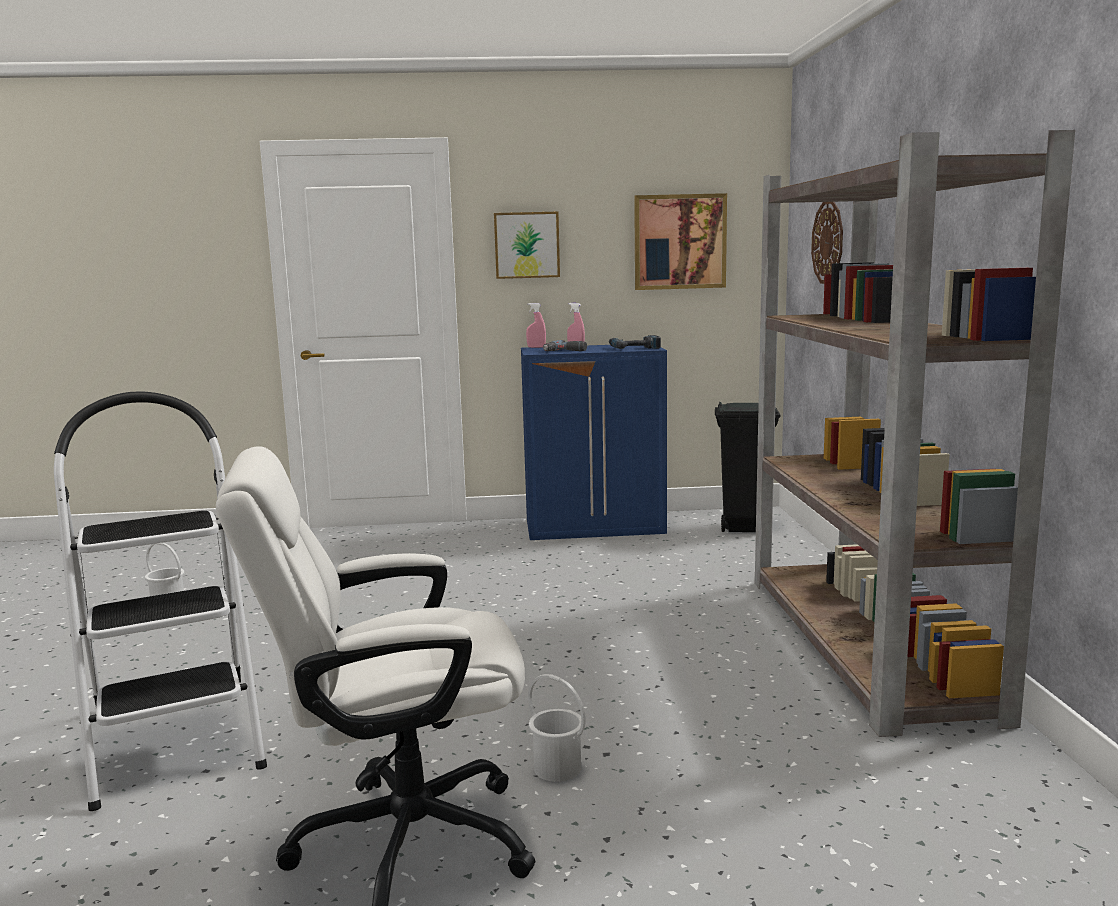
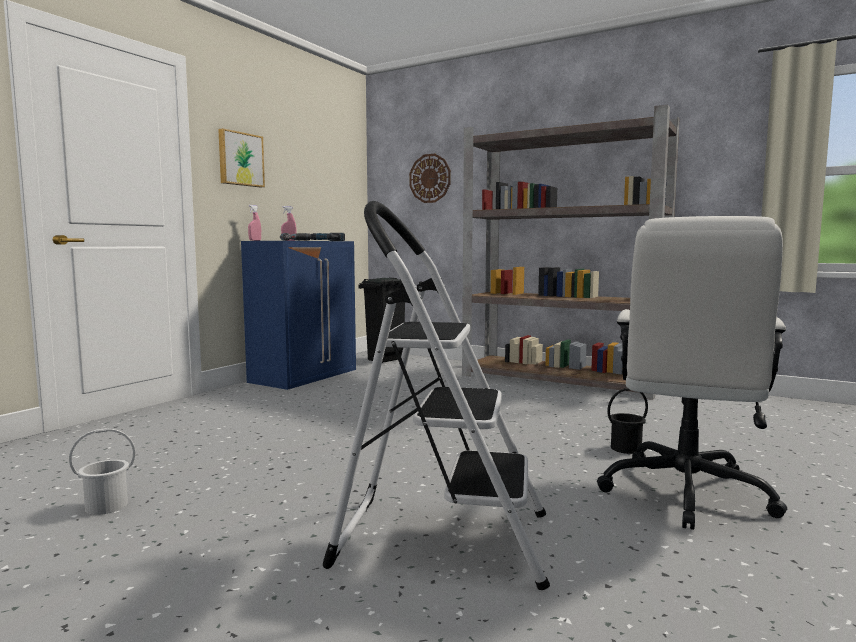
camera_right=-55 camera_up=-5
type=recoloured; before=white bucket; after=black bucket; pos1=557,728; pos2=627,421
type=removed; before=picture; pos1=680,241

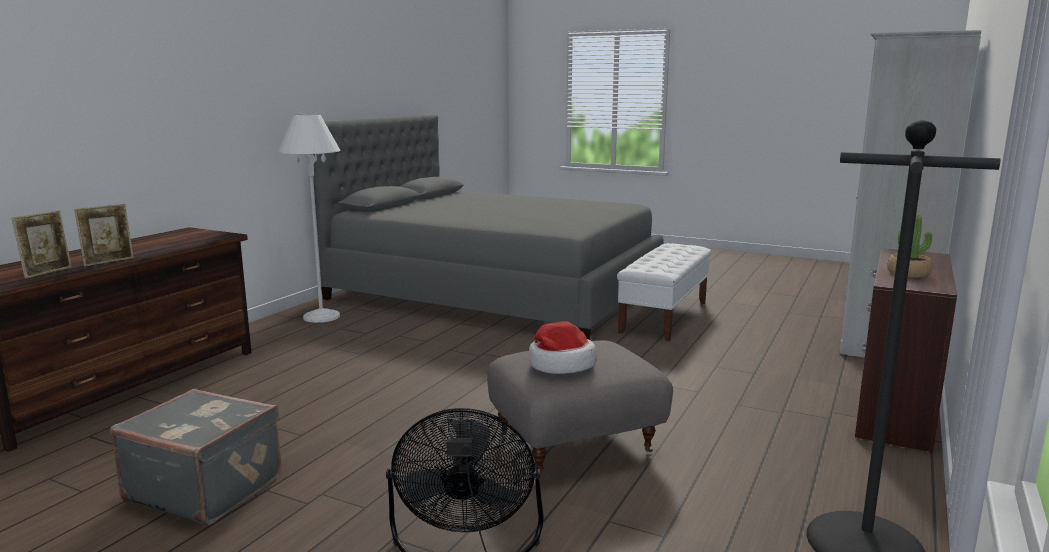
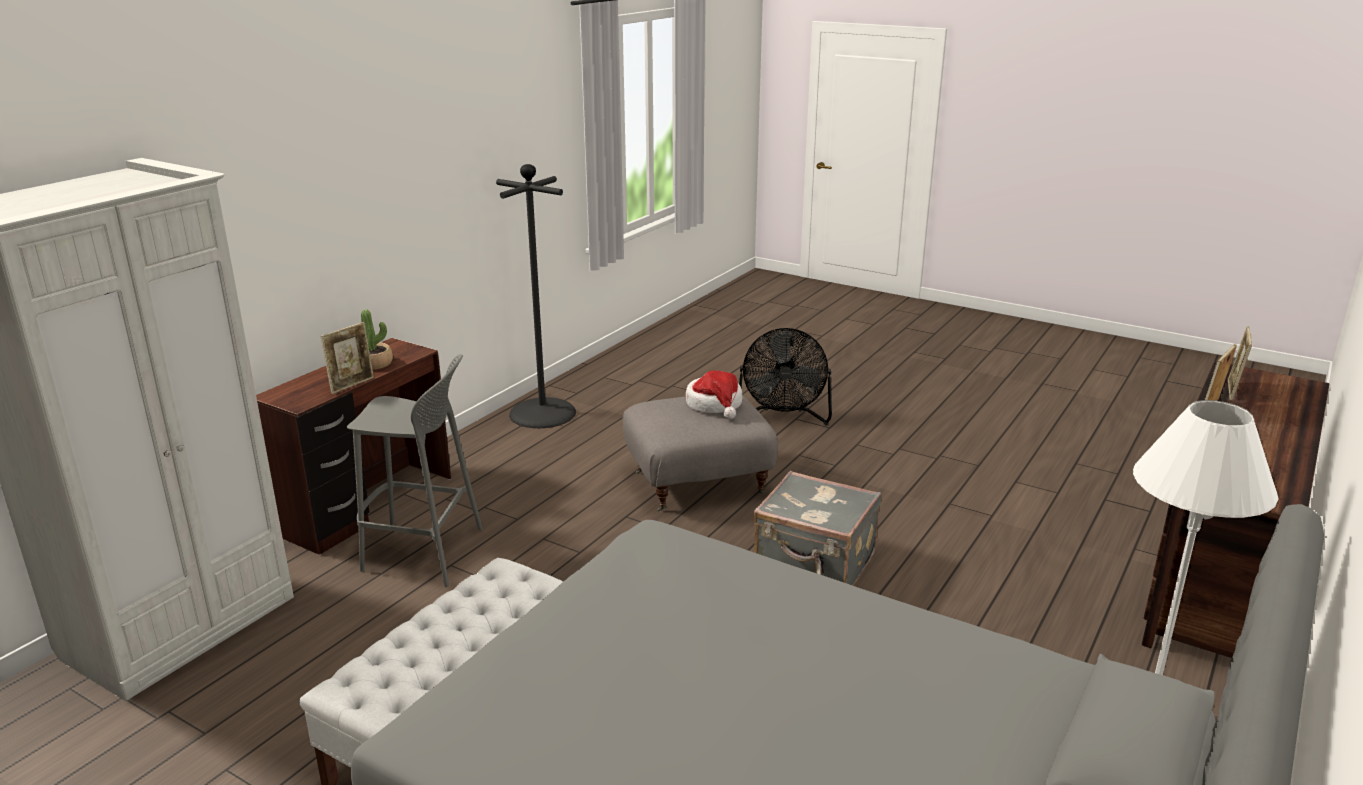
camera_right=-175 camera_up=10
type=moved; before=grey suitcase; pos1=195,457; pos2=817,528
type=added; after=picture frame; pos2=347,358
type=added; after=grey stool; pos2=415,470

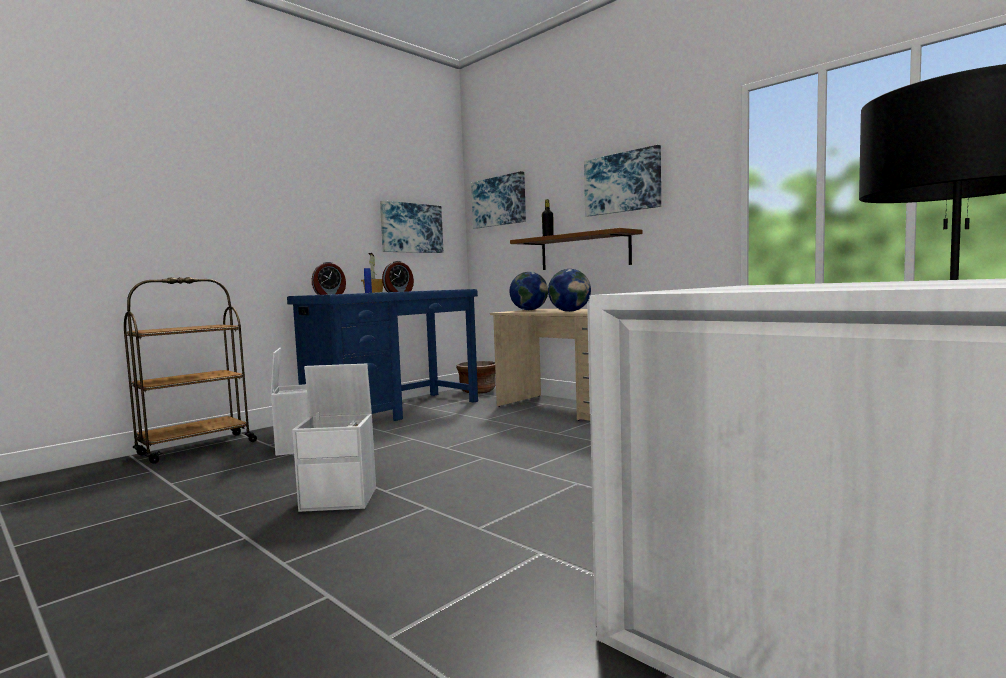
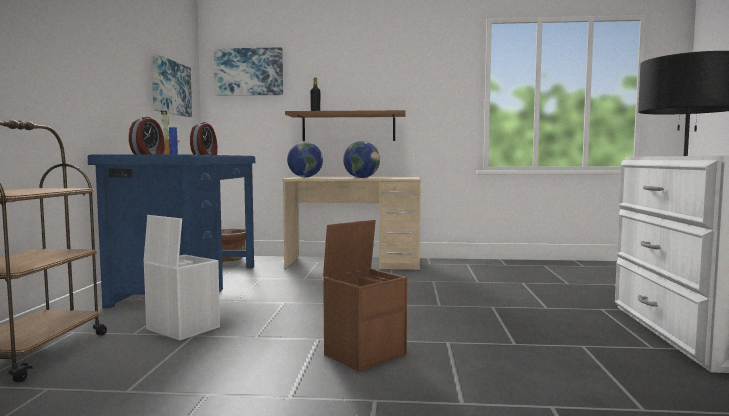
camera_right=-40 camera_up=0
type=recoloured; before=white storage box; after=brown storage box; pos1=334,438; pos2=365,296
type=removed; before=picture; pos1=622,180

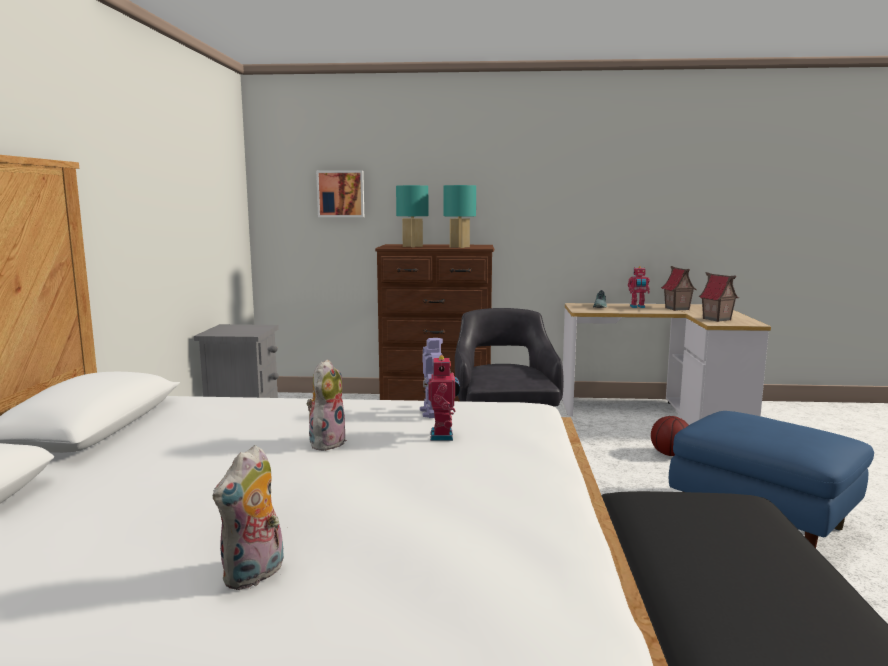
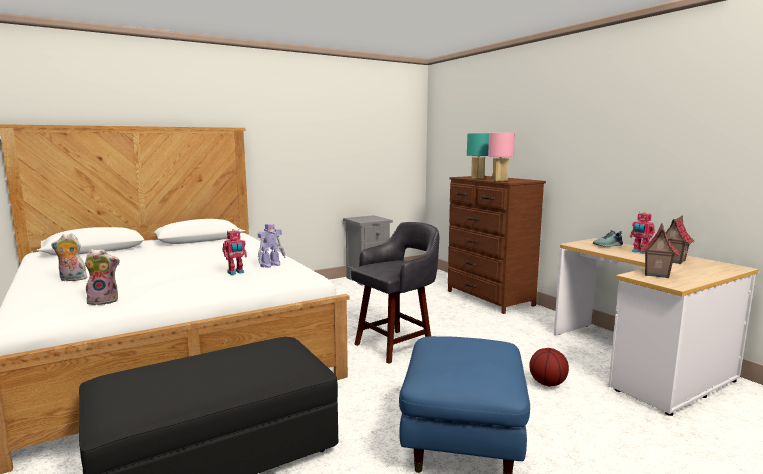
camera_right=55 camera_up=0
type=moved; before=plush toy; pos1=327,405; pos2=102,277
type=removed; before=picture; pos1=340,193
type=recoloured; before=turquoise table lamp; after=pink table lamp; pos1=460,216; pos2=501,157

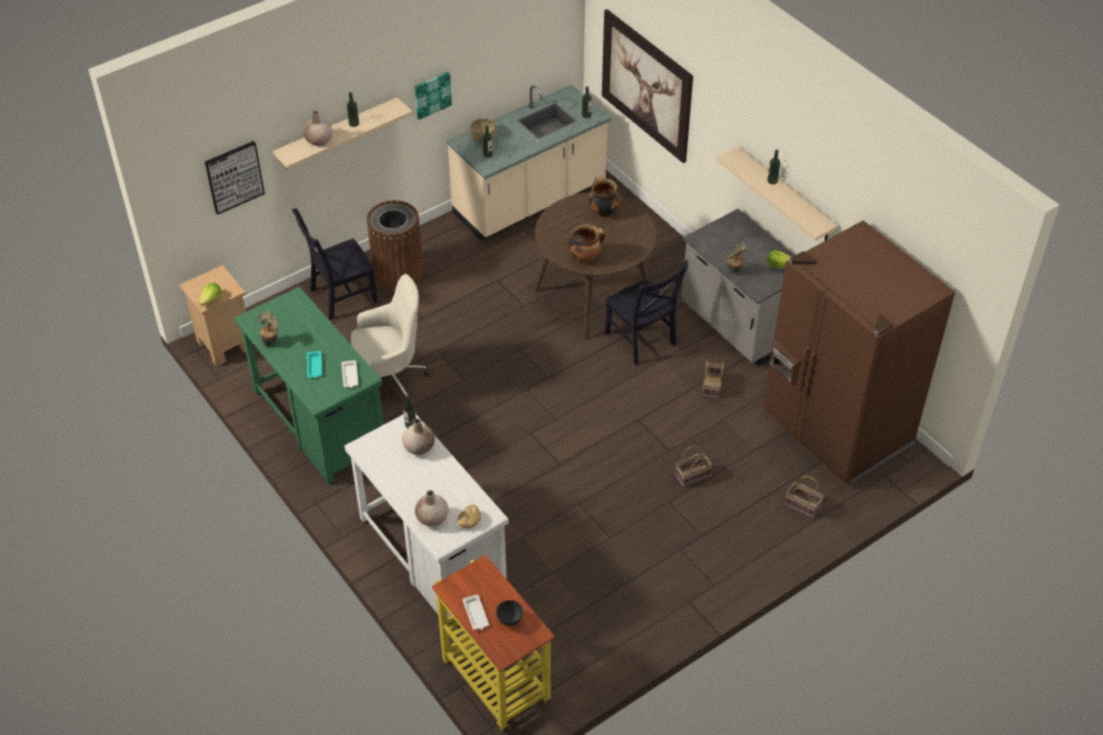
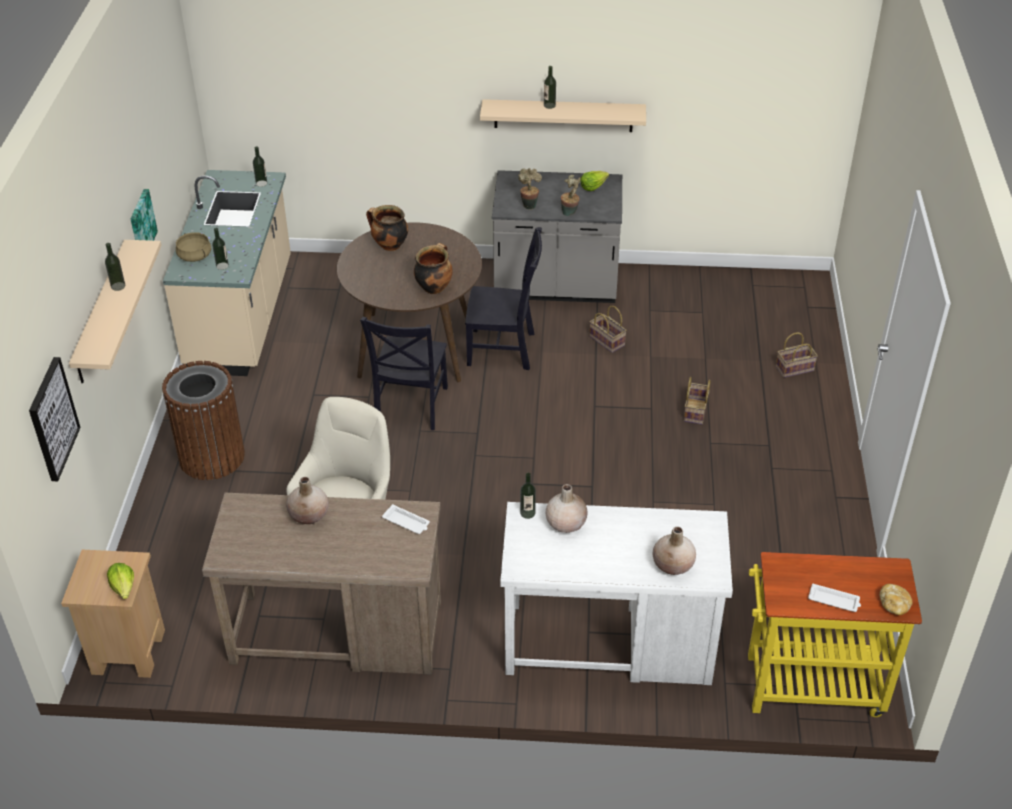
camera_right=-50 camera_up=-5
type=recoloured; before=green desk; after=brown desk; pos1=309,385; pos2=321,584
type=moved; before=potted plant; pos1=268,329; pos2=530,189
type=moved; before=black chair; pos1=335,264; pos2=404,373
type=moved; before=beige vase; pos1=317,128; pos2=307,500
type=removed; before=turquoise tray; pos1=315,364
type=moved; before=bread; pos1=469,516; pos2=896,599
type=removed; before=grey bowl; pos1=509,613
type=removed; before=picture; pos1=647,86
type=removed; before=brown fridge; pos1=859,352

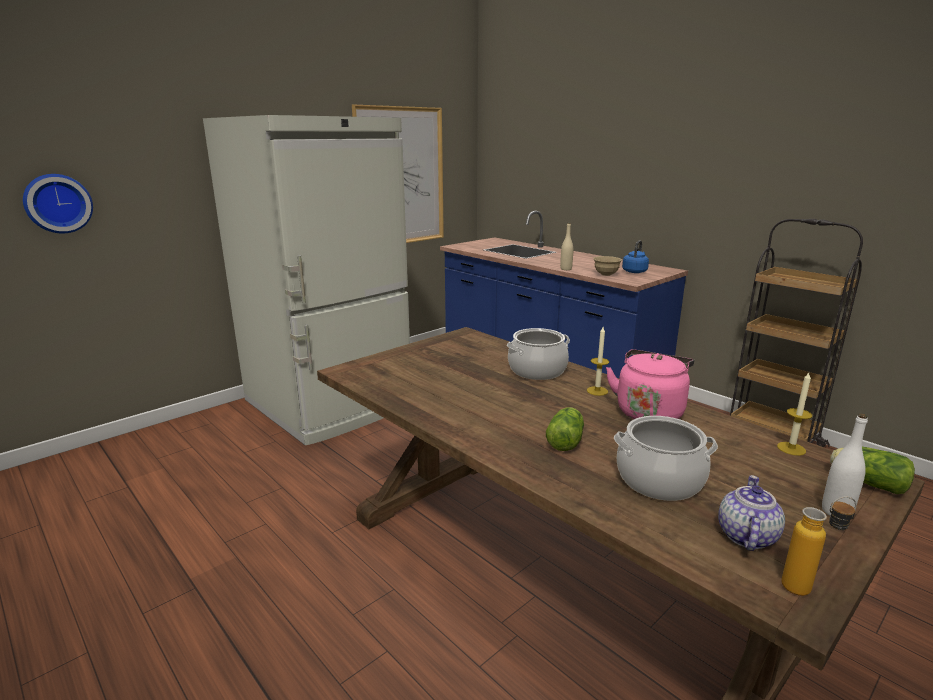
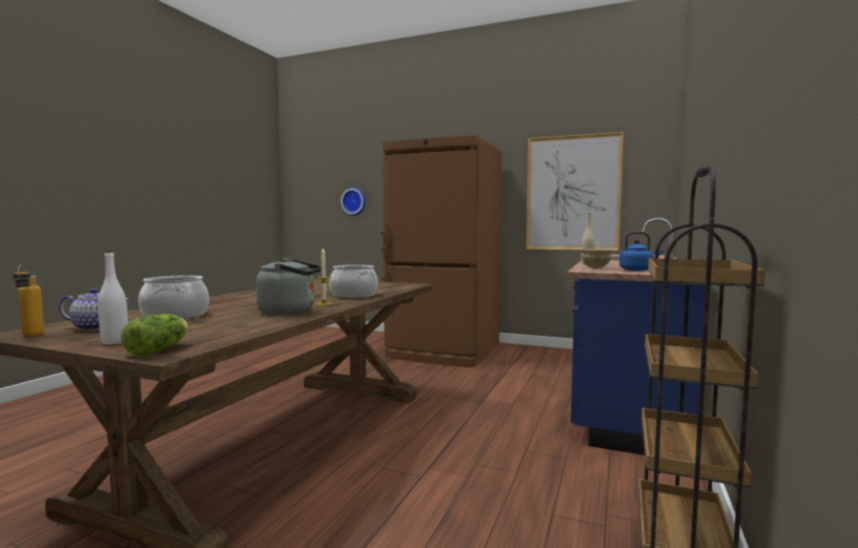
camera_right=65 camera_up=-15
type=recoloured; before=white fridge; after=brown fridge; pos1=306,280; pos2=441,251
type=removed; before=lettuce; pos1=565,429
type=recoloured; before=pink kettle; after=grey kettle; pos1=650,384; pos2=289,286
type=removed; before=candle; pos1=794,414

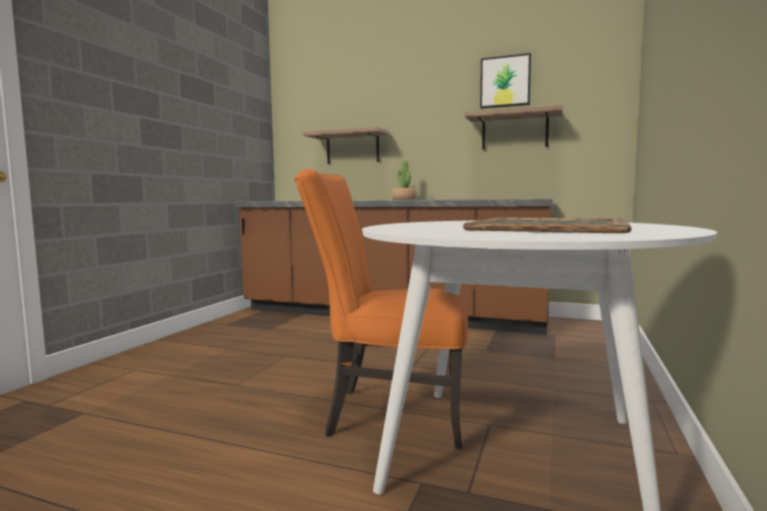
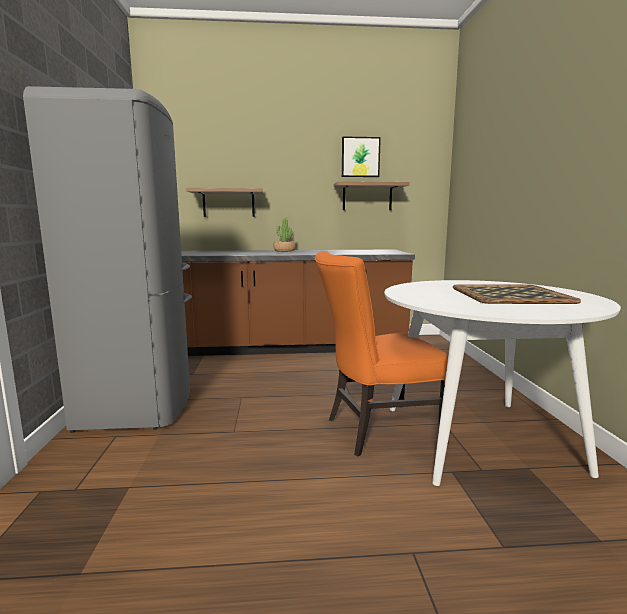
camera_right=-25 camera_up=5
type=added; after=grey fridge; pos2=107,259

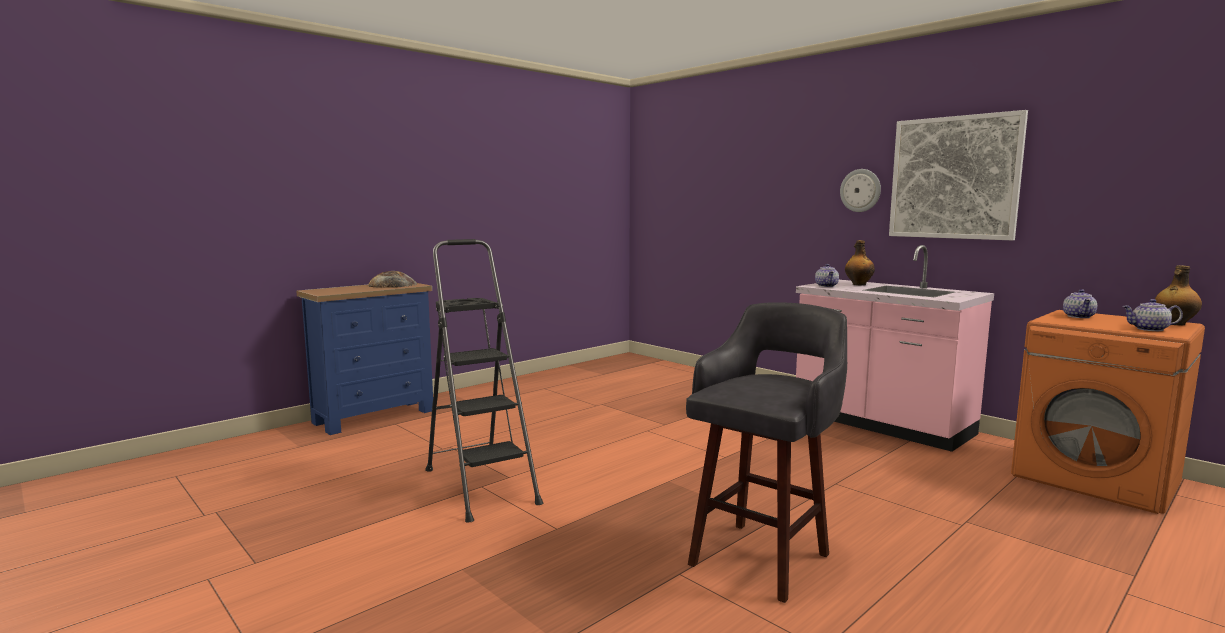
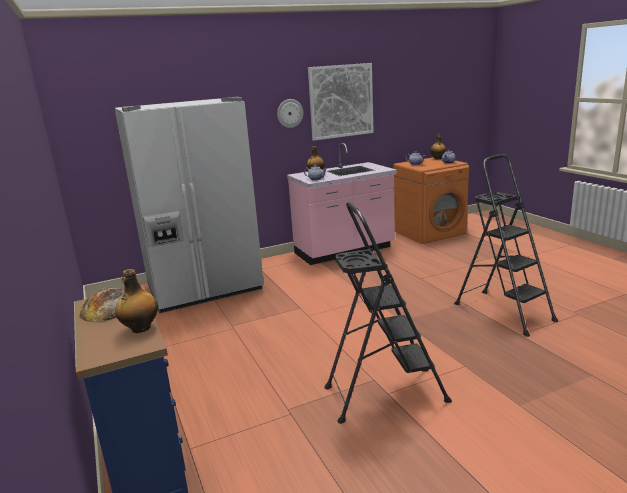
camera_right=-70 camera_up=10
type=replaced; before=grey stool; after=step ladder; pos1=766,453; pos2=506,245
type=added; after=white fridge; pos2=189,205
type=added; after=bottle; pos2=136,301

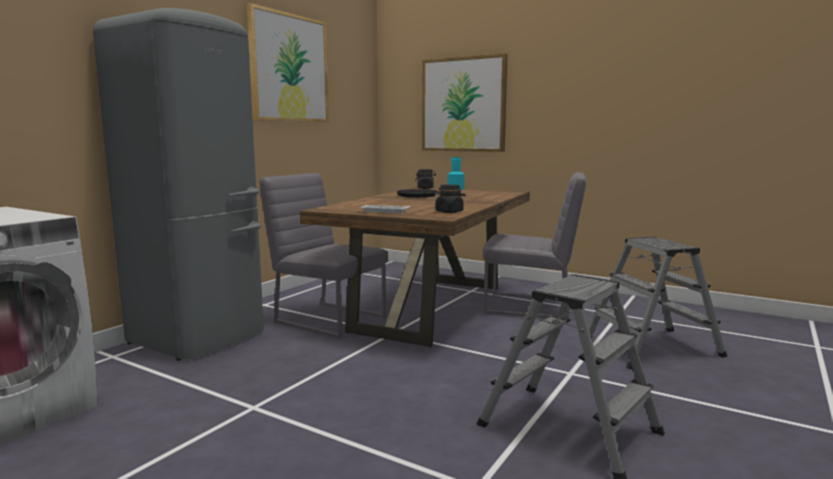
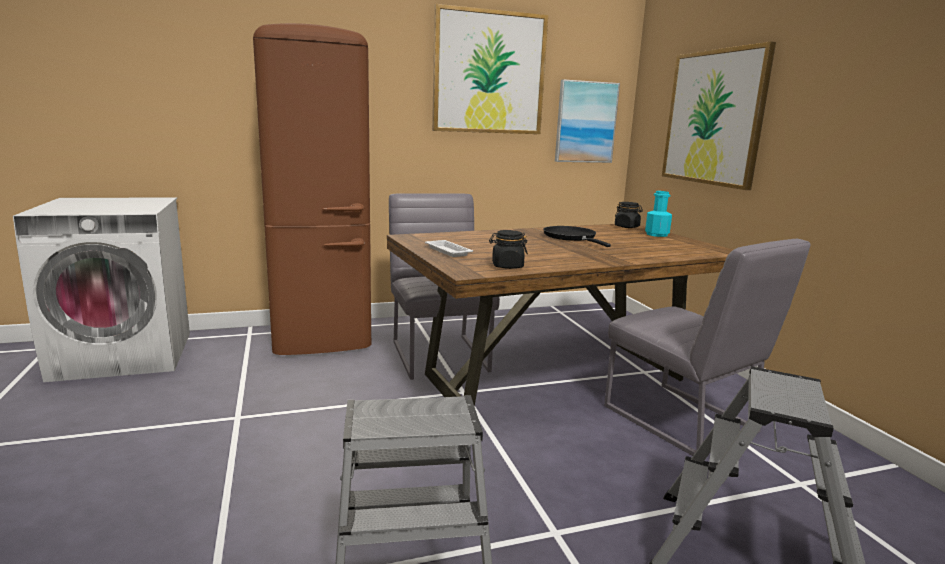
camera_right=40 camera_up=5
type=recoloured; before=grey fridge; after=brown fridge; pos1=178,184; pos2=312,189
type=added; after=picture; pos2=587,121

